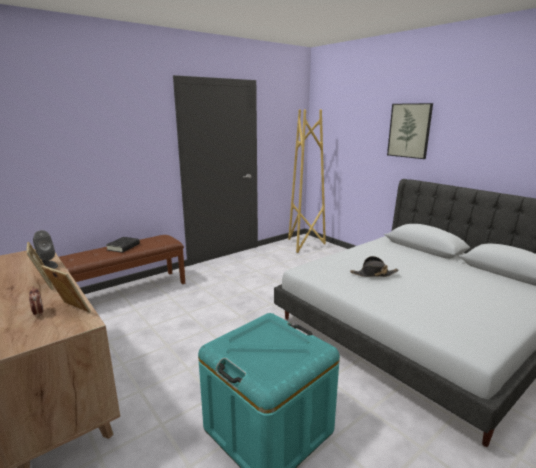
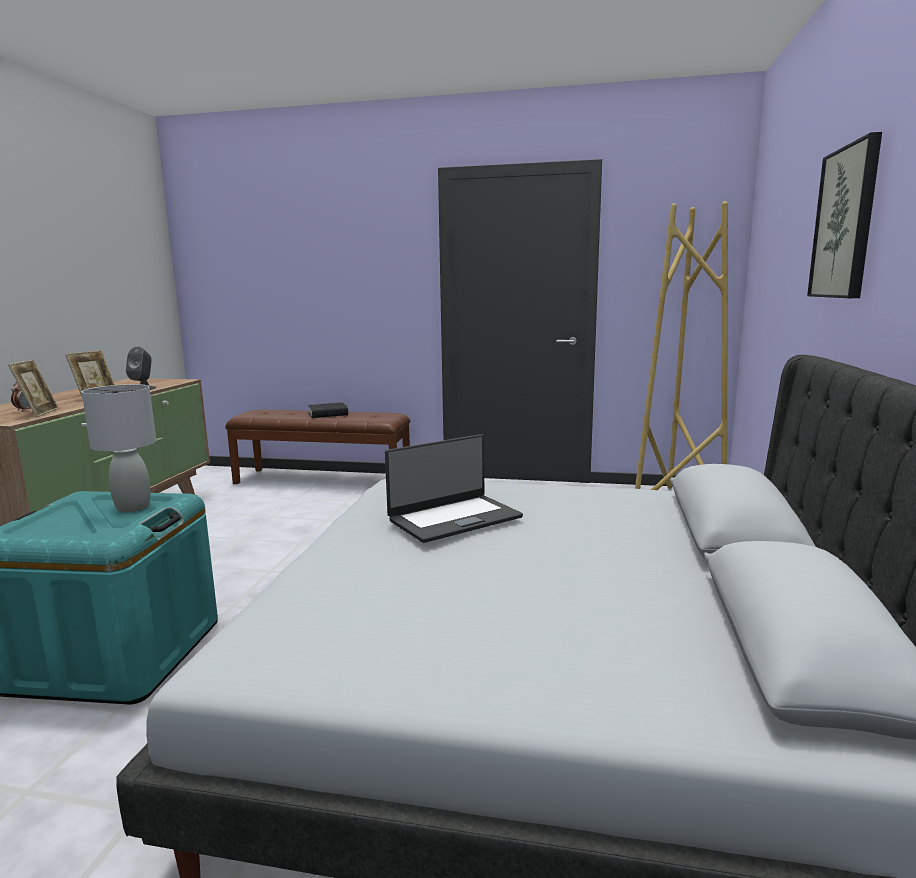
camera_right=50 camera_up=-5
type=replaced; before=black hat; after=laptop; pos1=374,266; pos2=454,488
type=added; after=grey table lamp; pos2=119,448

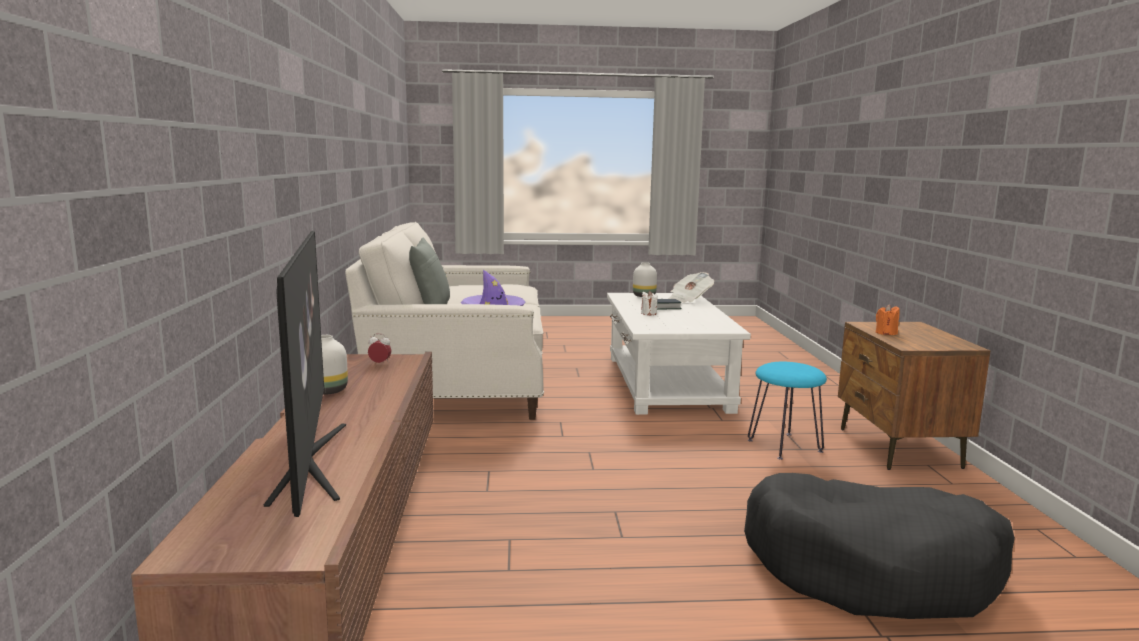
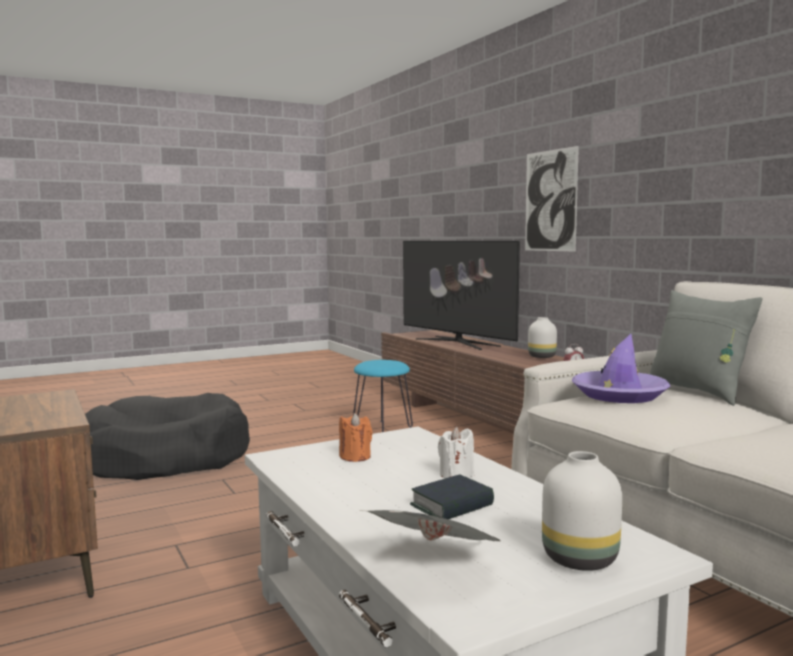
camera_right=155 camera_up=-5
type=moved; before=turquoise stool; pos1=787,411; pos2=383,396
type=moved; before=orange candle; pos1=888,319; pos2=356,437
type=added; after=picture; pos2=552,199

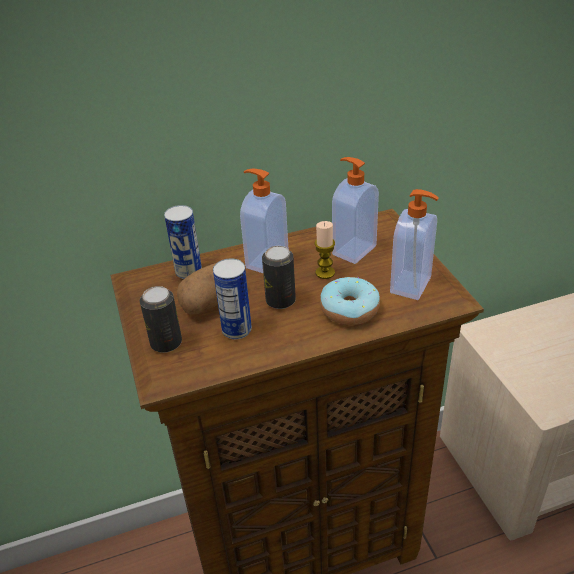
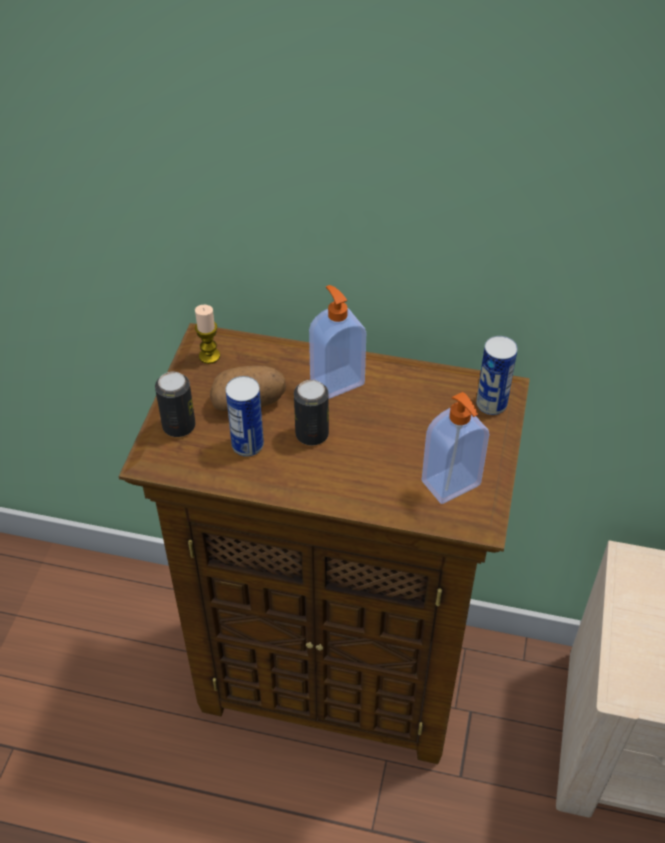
camera_right=30 camera_up=10
type=moved; before=can; pos1=183,242; pos2=497,375
type=moved; before=candle; pos1=325,250; pos2=207,334
type=removed; before=donut; pos1=350,301
type=removed; before=soap dispenser; pos1=355,210

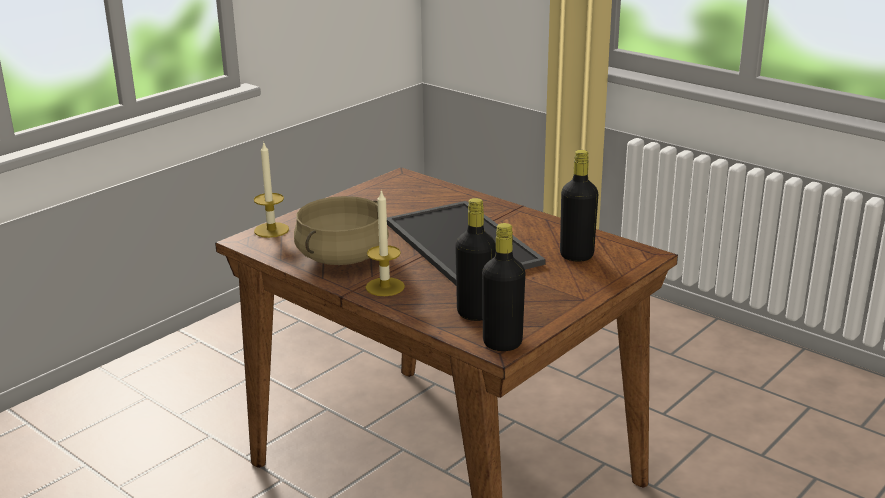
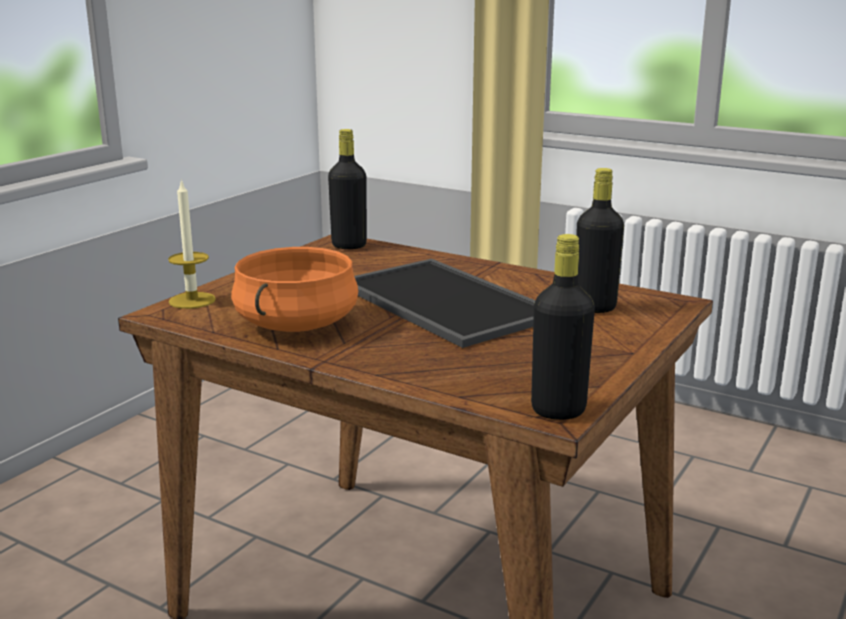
camera_right=-10 camera_up=-5
type=recoloured; before=beige cooking pot; after=orange cooking pot; pos1=341,230; pos2=294,289
type=removed; before=candle; pos1=385,242
type=moved; before=black bottle; pos1=475,259; pos2=347,189

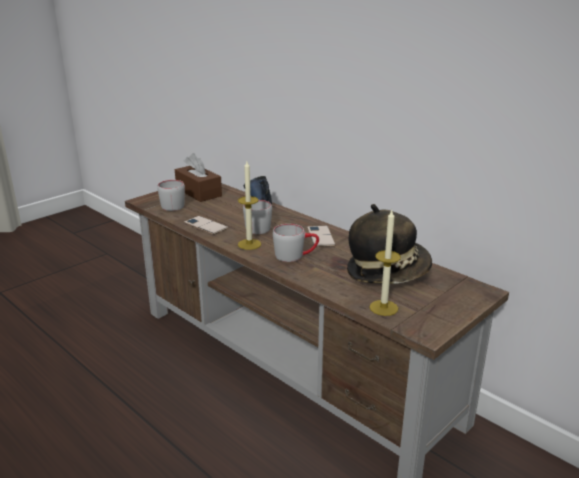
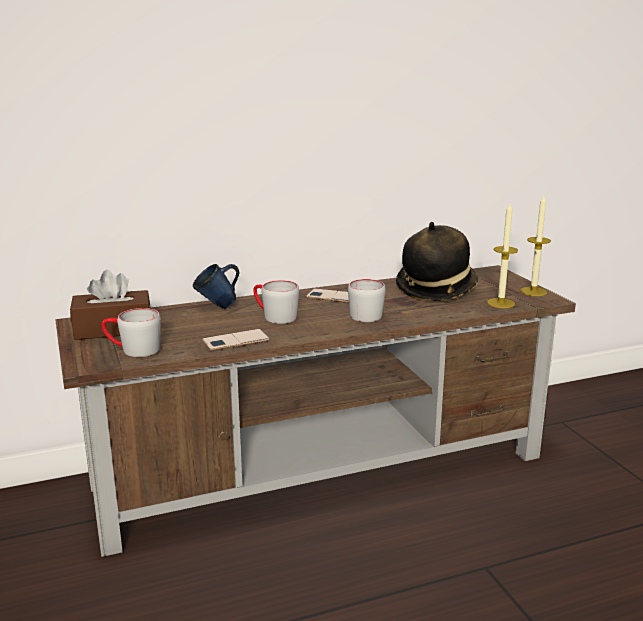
camera_right=-65 camera_up=-5
type=moved; before=candle; pos1=249,205; pos2=535,246

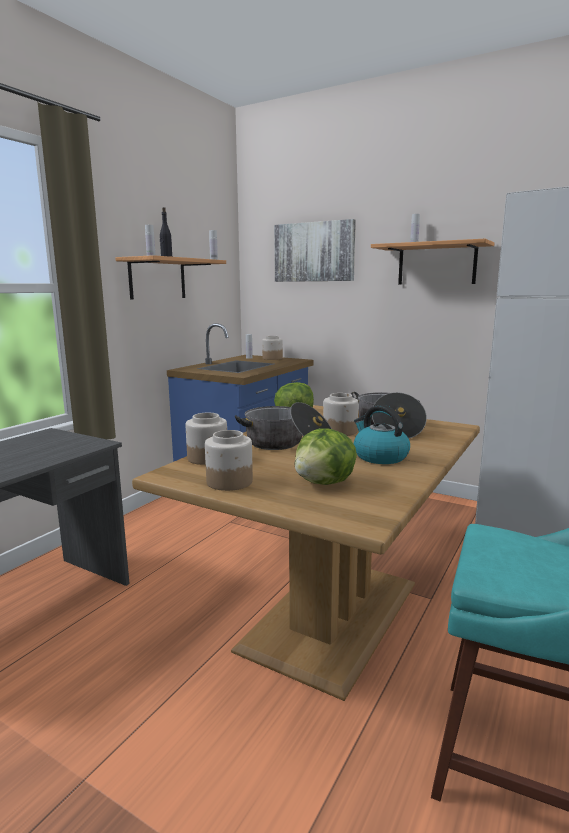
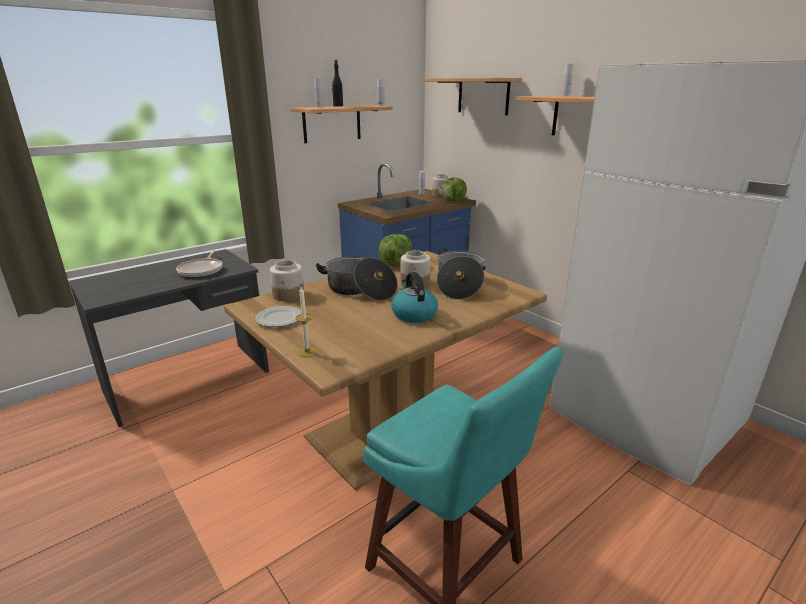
camera_right=20 camera_up=10
type=replaced; before=jar; after=plate; pos1=229,460; pos2=278,316
type=replaced; before=picture; after=shelf; pos1=315,250; pos2=472,96
type=moved; before=lettuce; pos1=326,456; pos2=453,189
type=added; after=frying pan; pos2=199,264
type=added; after=candle; pos2=306,322

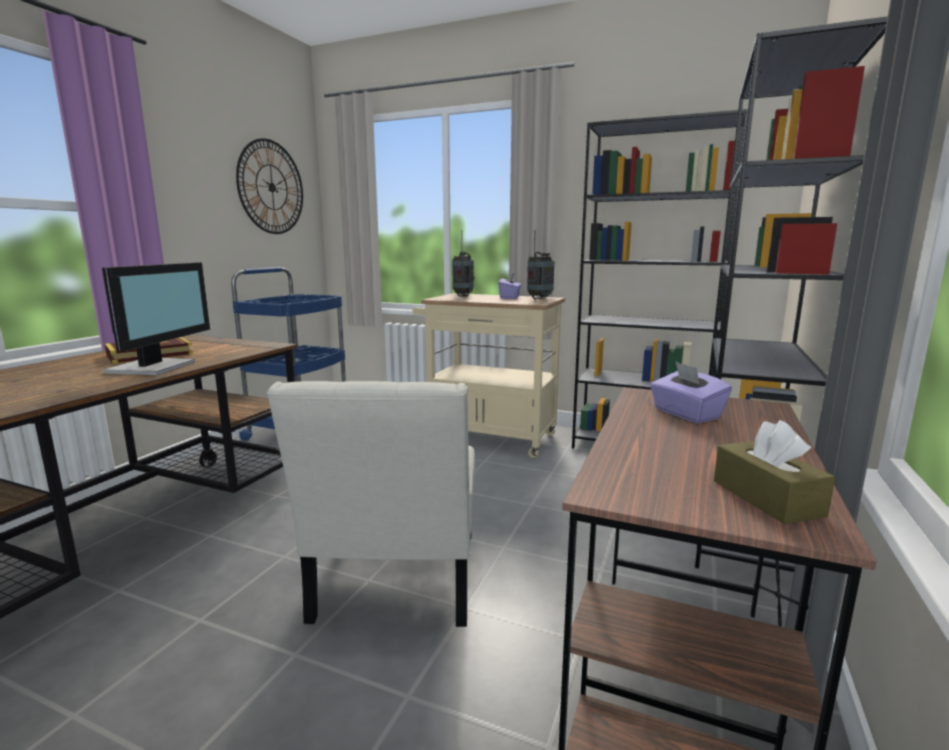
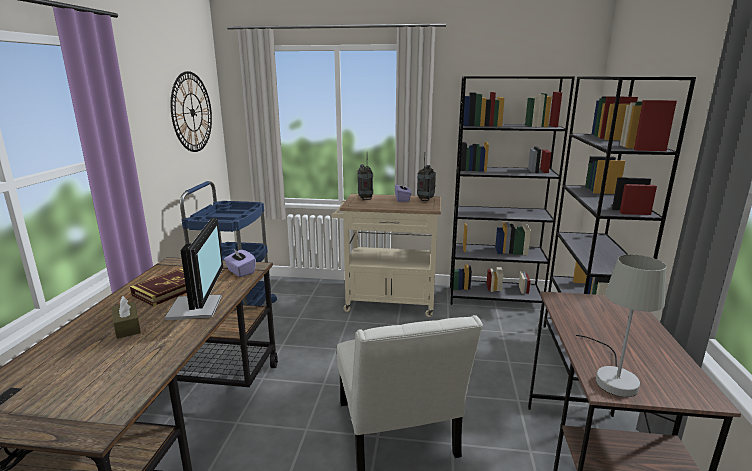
camera_right=-15 camera_up=5
type=moved; before=purple tissue box; pos1=691,392; pos2=240,262
type=moved; before=brown tissue box; pos1=774,472; pos2=126,317
type=added; after=grey table lamp; pos2=621,325

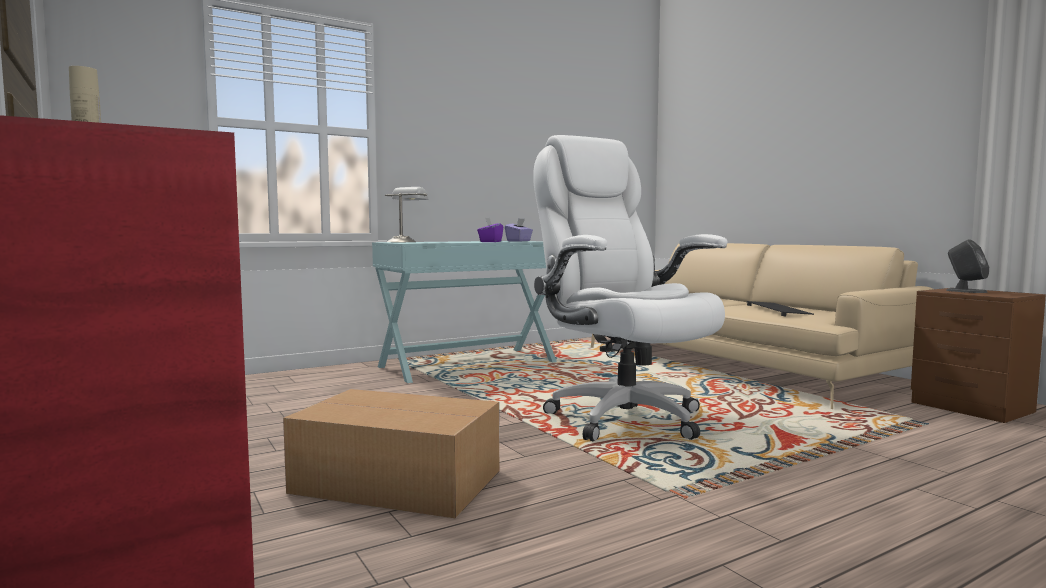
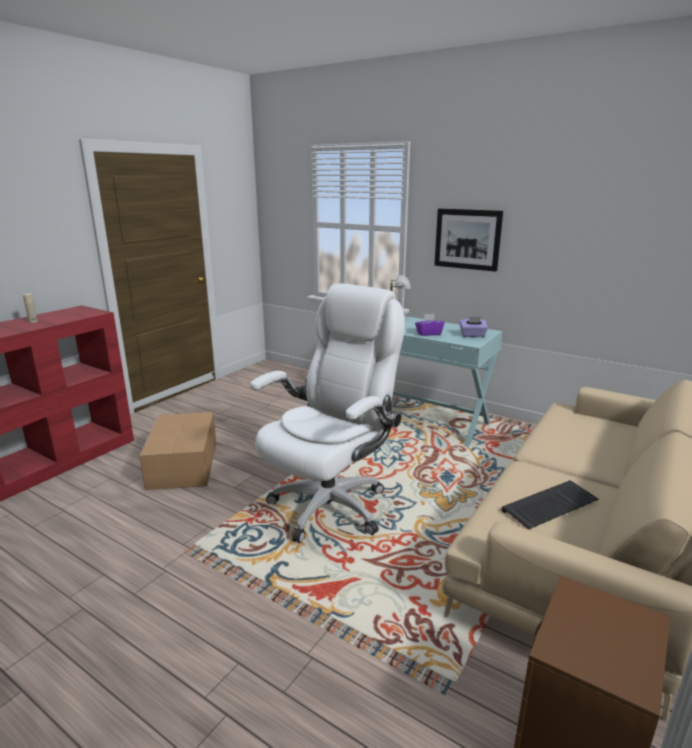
camera_right=65 camera_up=15
type=removed; before=grey speaker; pos1=967,266
type=added; after=picture; pos2=468,240

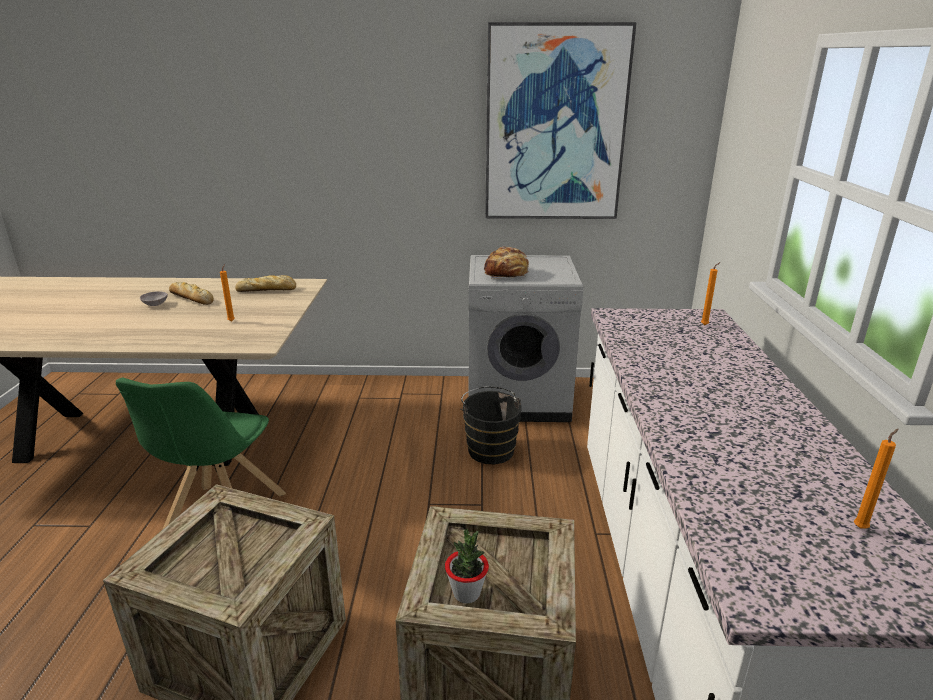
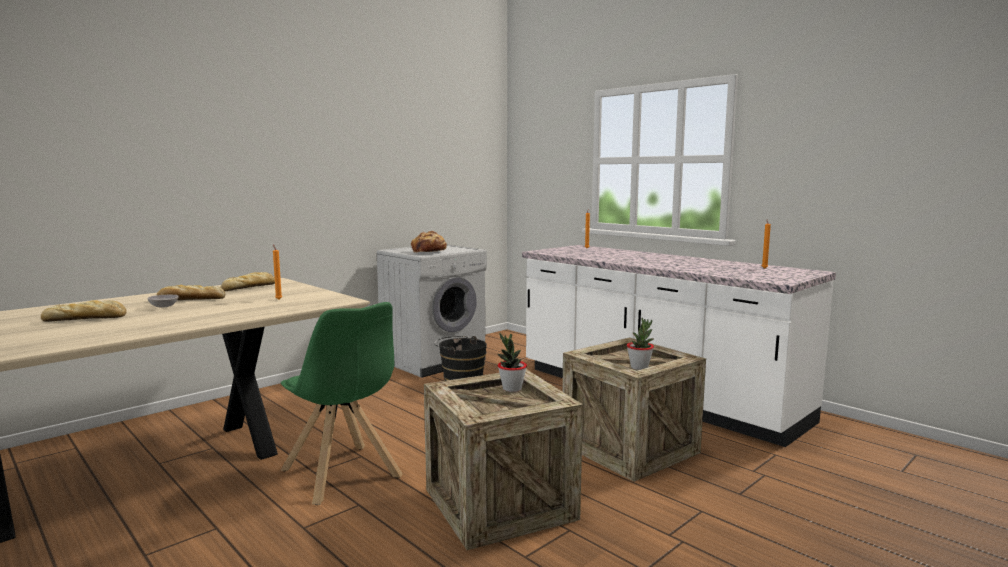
camera_right=-45 camera_up=-15
type=removed; before=picture; pos1=560,120
type=added; after=bread; pos2=83,311
type=added; after=potted plant; pos2=512,362

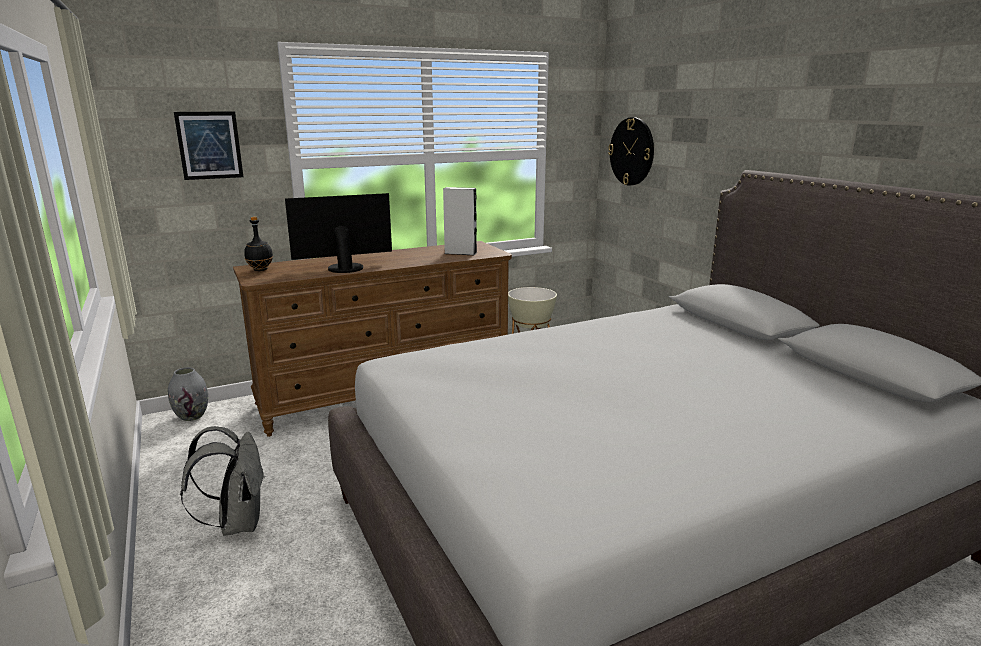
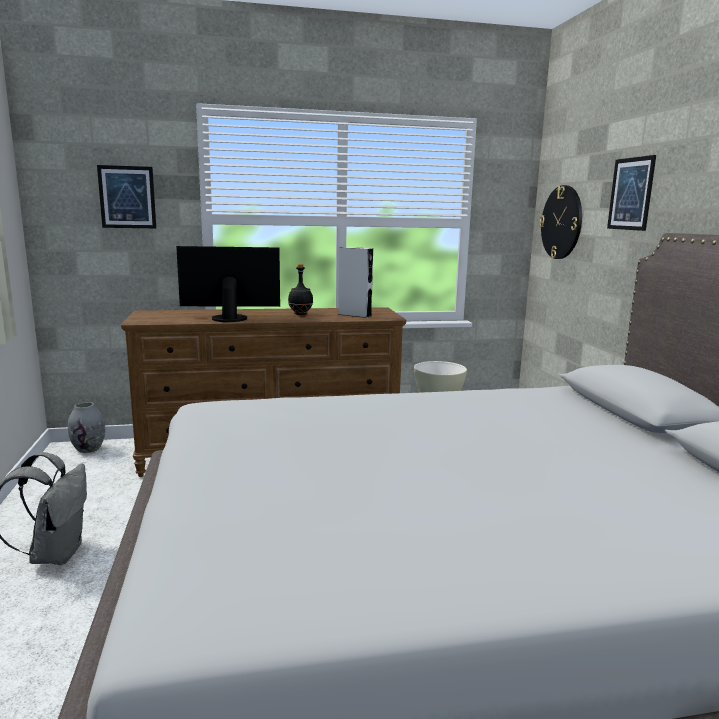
camera_right=15 camera_up=-5
type=moved; before=black bottle; pos1=258,243; pos2=300,289
type=added; after=picture; pos2=631,193

